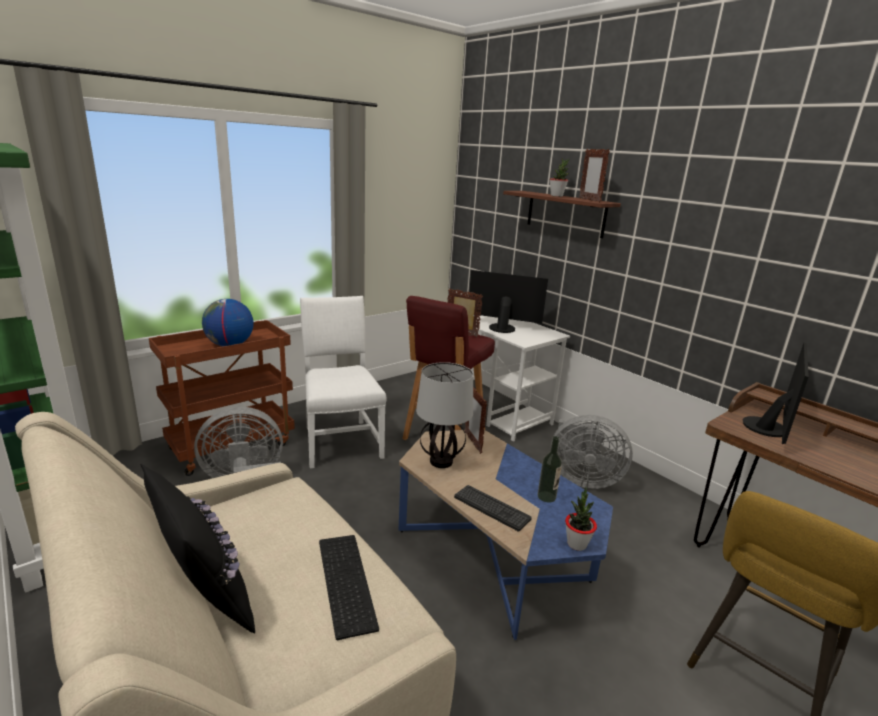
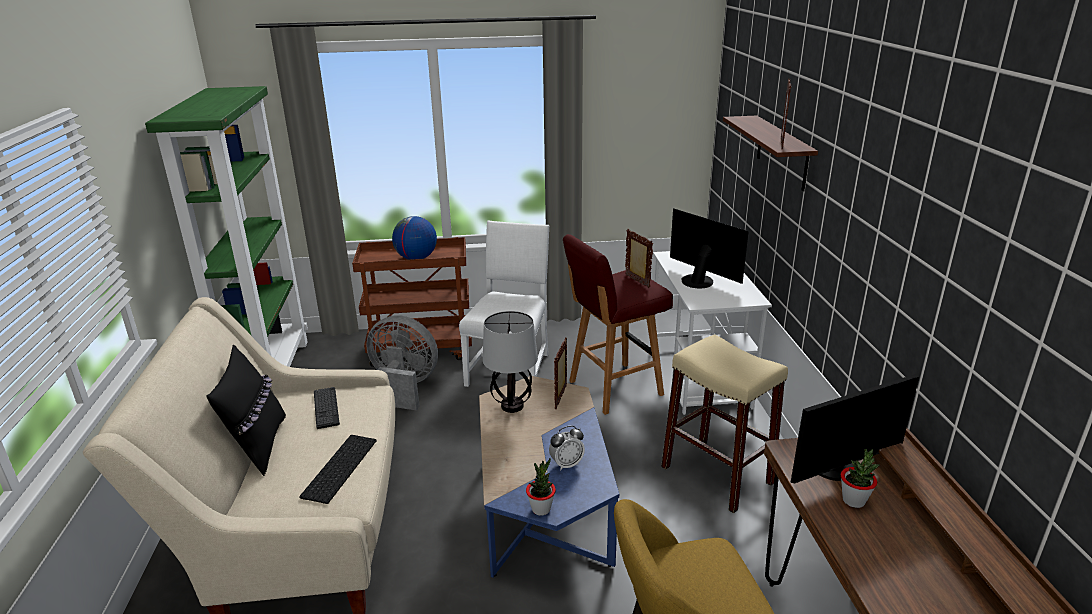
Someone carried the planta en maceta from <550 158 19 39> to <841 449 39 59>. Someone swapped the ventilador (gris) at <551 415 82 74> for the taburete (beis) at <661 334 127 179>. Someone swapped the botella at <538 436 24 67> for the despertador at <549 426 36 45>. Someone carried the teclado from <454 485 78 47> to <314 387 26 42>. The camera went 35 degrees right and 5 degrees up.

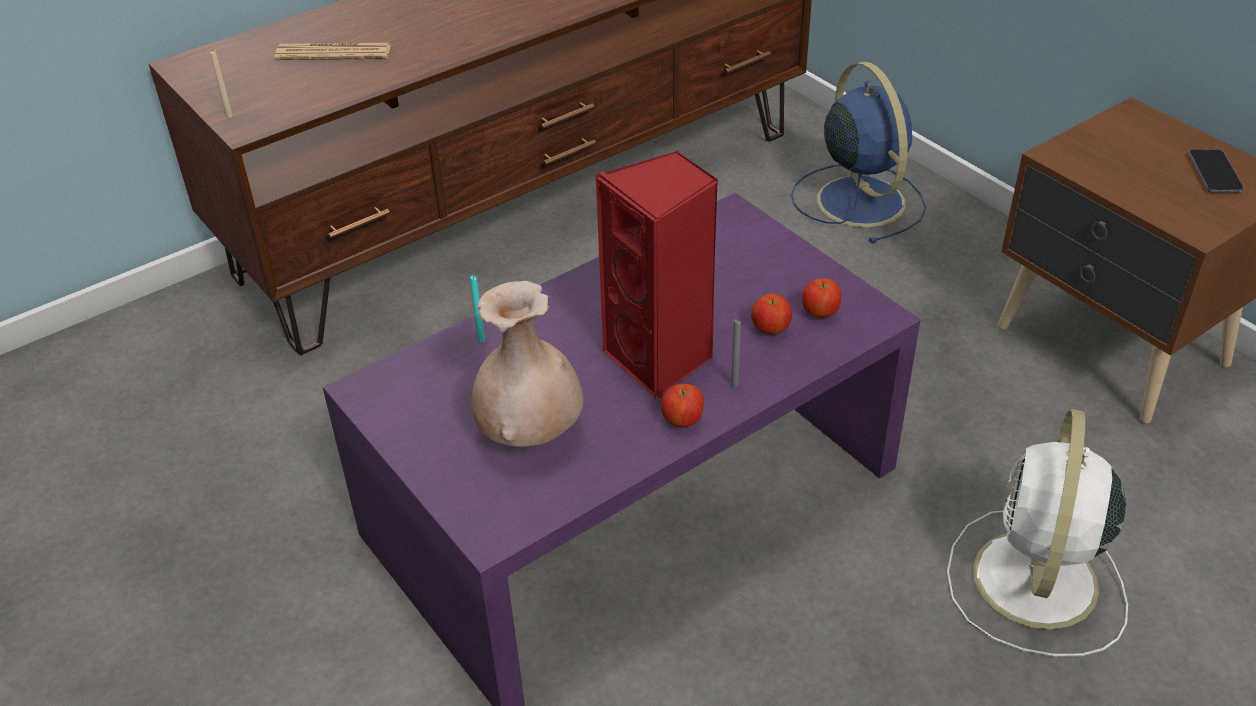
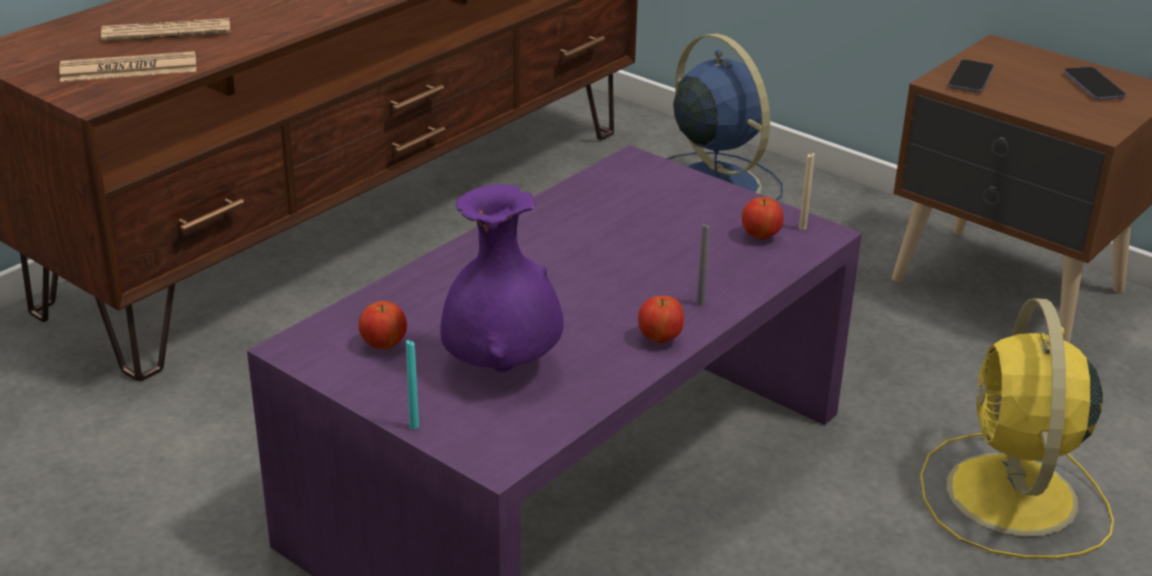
Someone carried the vela (beis) from <210 50 23 68> to <799 153 15 77>. Someone took away the altavoz (rojo) at <595 151 124 249>. Someone carried the vela (turquesa) from <470 276 15 66> to <406 340 13 89>. Someone repainted the florero (beis) at <471 281 113 166>, which became the florero (morado) at <440 184 124 188>. Someone carried the manzana from <751 293 41 42> to <359 301 48 48>. Someone repainted the ventilador (blanco) at <947 409 181 248>, which became the ventilador (amarillo) at <920 298 194 261>. Someone put down the periódico at <59 51 137 31>. Someone put down the móvil at <948 60 46 33>. The camera went 15 degrees left and 10 degrees down.

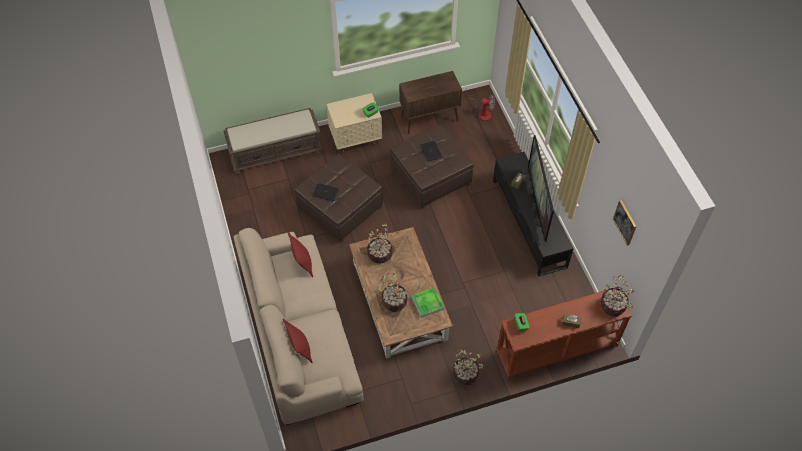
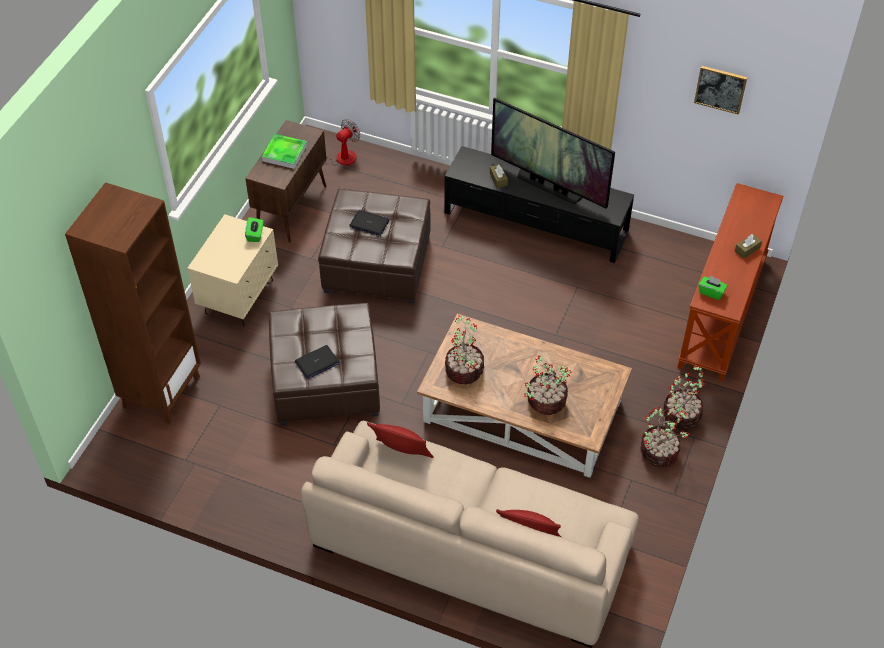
Someone swapped the banco (marrón) at <224 108 99 66> for the estantería (marrón) at <65 182 136 242>. Someone carried the planta en maceta from <601 275 34 42> to <640 407 50 60>. Someone carried the bandeja from <412 287 32 31> to <262 134 45 35>. The camera went 50 degrees left and 5 degrees down.

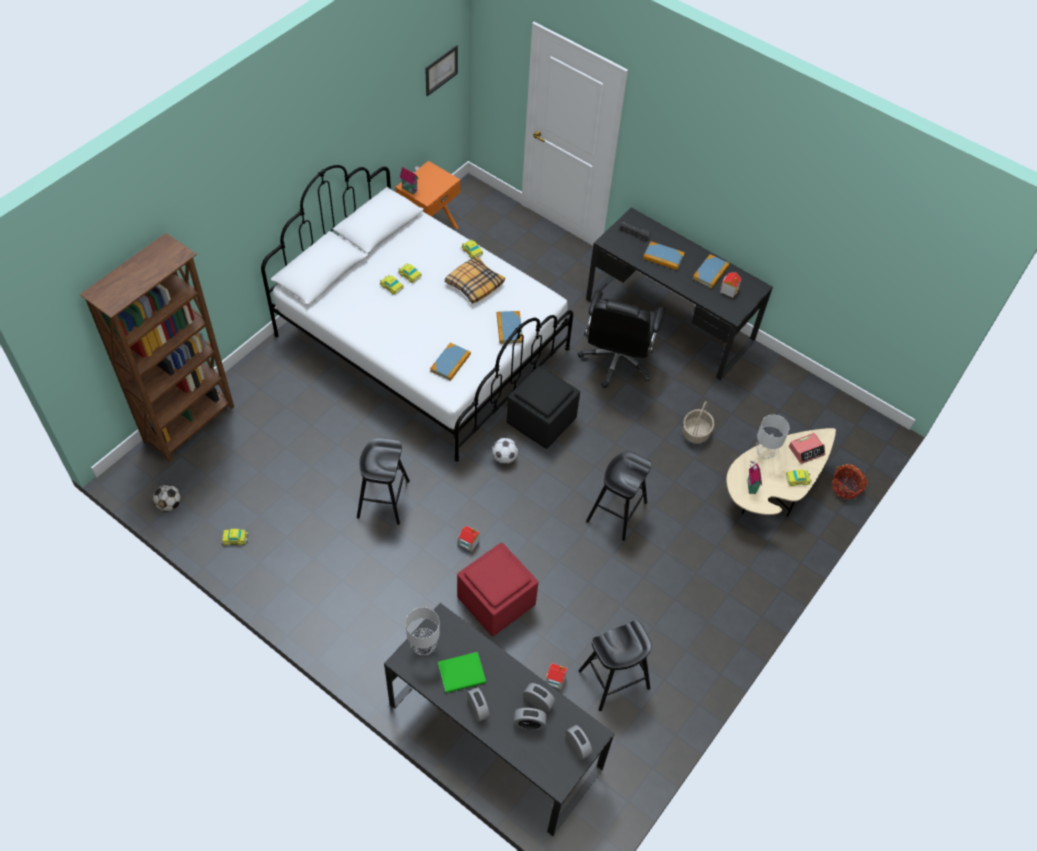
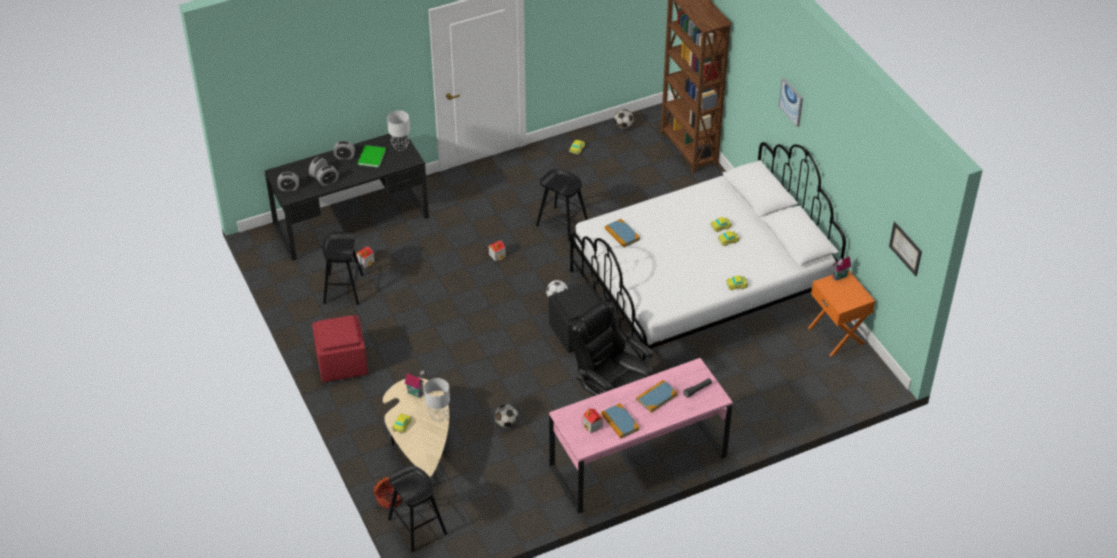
Someone repainted the escritorio (negro) at <586 207 187 174>, which became the escritorio (rosa) at <549 358 184 156>. Someone took away the cojín at <445 256 60 48>. Someone took away the libro at <497 311 25 33>. Someone swapped the cesta at <682 401 32 43> for the balón de fútbol at <495 404 23 24>. Someone took away the despertador at <789 433 36 31>. Someone carried the taburete (negro) from <586 451 66 90> to <388 465 59 87>. Someone carried the puf (rojo) from <457 543 81 93> to <312 315 56 67>. Someone put up the cuadro at <779 78 24 49>. The camera went 120 degrees right and 10 degrees down.

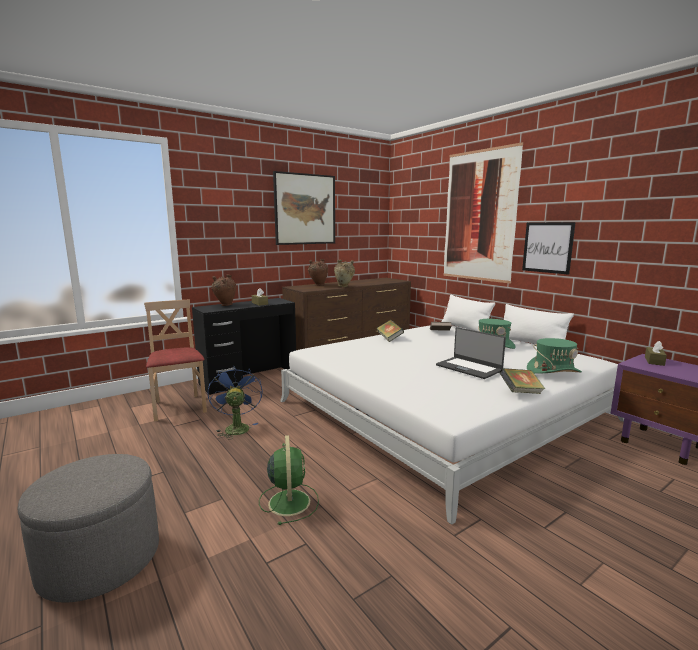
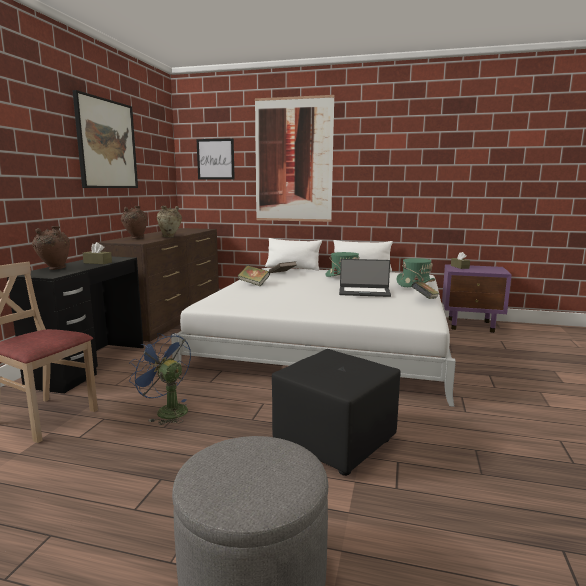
Someone carried the cuadro from <522 222 54 53> to <196 138 39 42>. Someone swapped the ventilador (verde) at <259 435 60 90> for the puf (negro) at <272 349 129 127>. The camera went 40 degrees left and 0 degrees up.

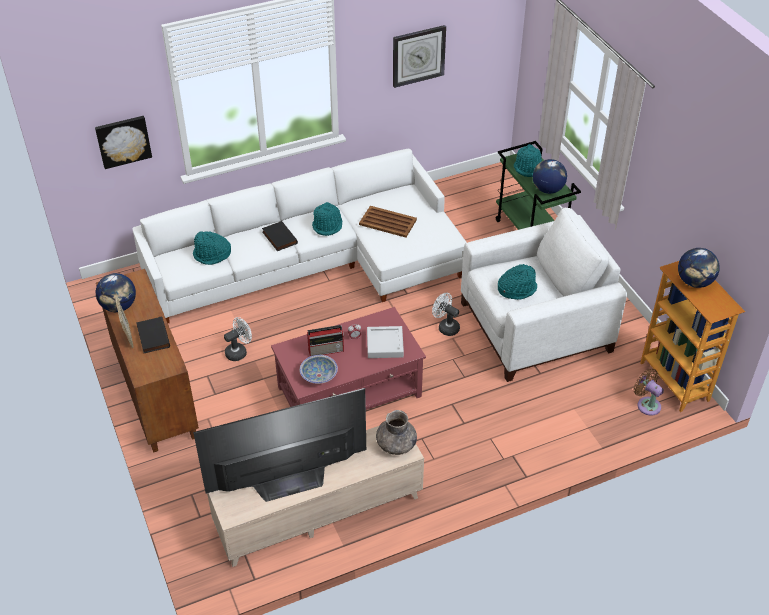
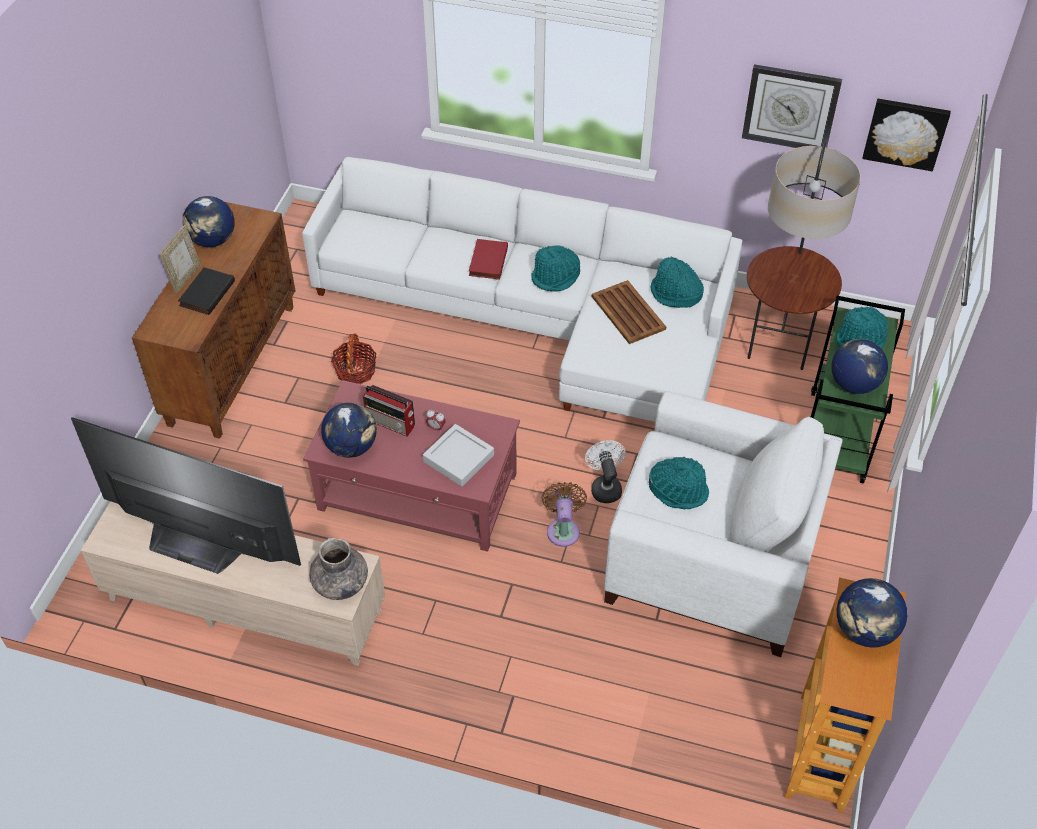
Someone carried the cuadro from <95 116 57 53> to <862 99 89 72>. Someone repainted the libro (negro) at <262 221 36 30>, which became the libro (rojo) at <469 239 39 41>. Someone carried the sombrero (turquesa) from <193 231 38 34> to <651 257 53 51>. Someone swapped the ventilador (blanco) at <224 317 28 44> for the cesta at <331 333 46 51>. Someone swapped the cuenco at <300 355 38 29> for the globo terráqueo at <321 403 56 55>. Someone carried the ventilador (marrón) from <634 369 30 47> to <541 482 46 65>. Someone put down the lámpara de pie at <747 141 114 229>. The camera went 40 degrees right and 5 degrees up.

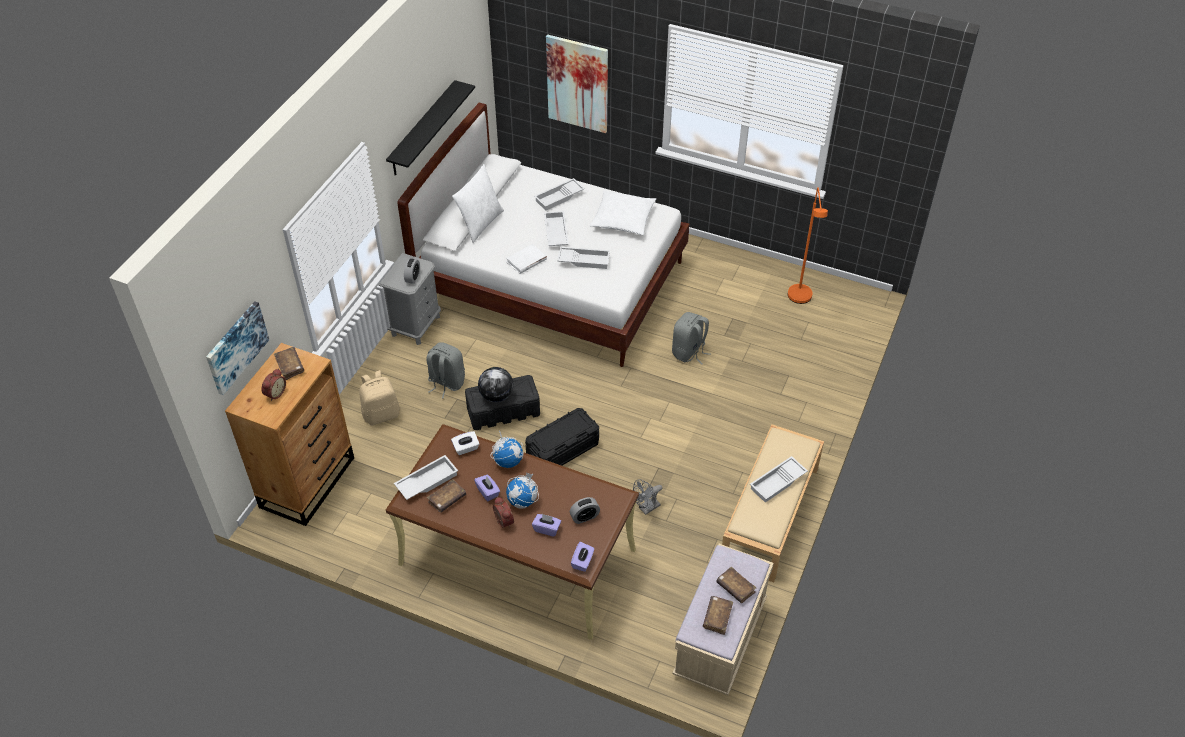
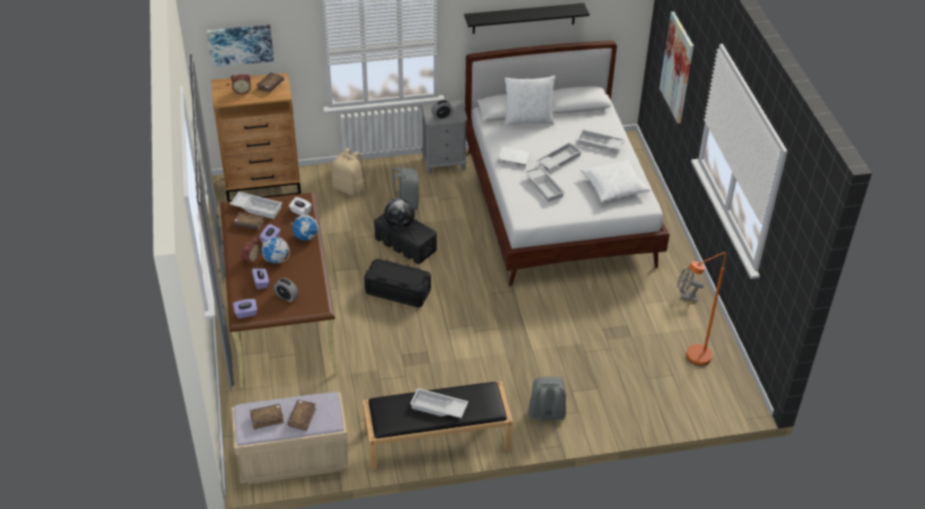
Someone carried the mochila (gris) from <672 312 39 53> to <528 376 38 55>. Someone repainted the banco (beis) at <722 424 102 158>, which became the banco (negro) at <362 381 151 89>. Someone carried the ventilador (gris) from <633 479 29 36> to <677 267 27 35>. The camera went 55 degrees right and 5 degrees down.

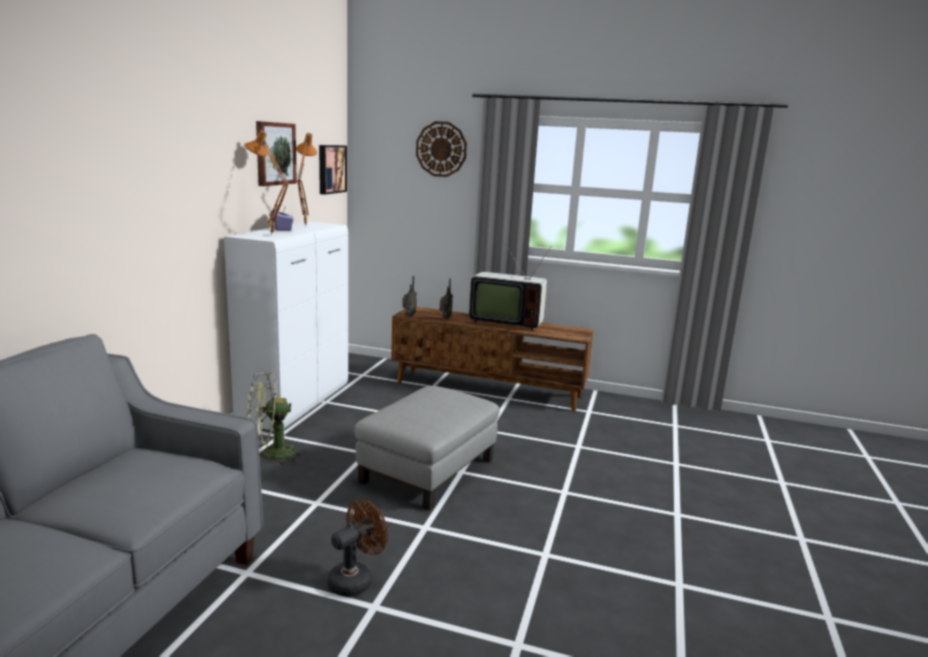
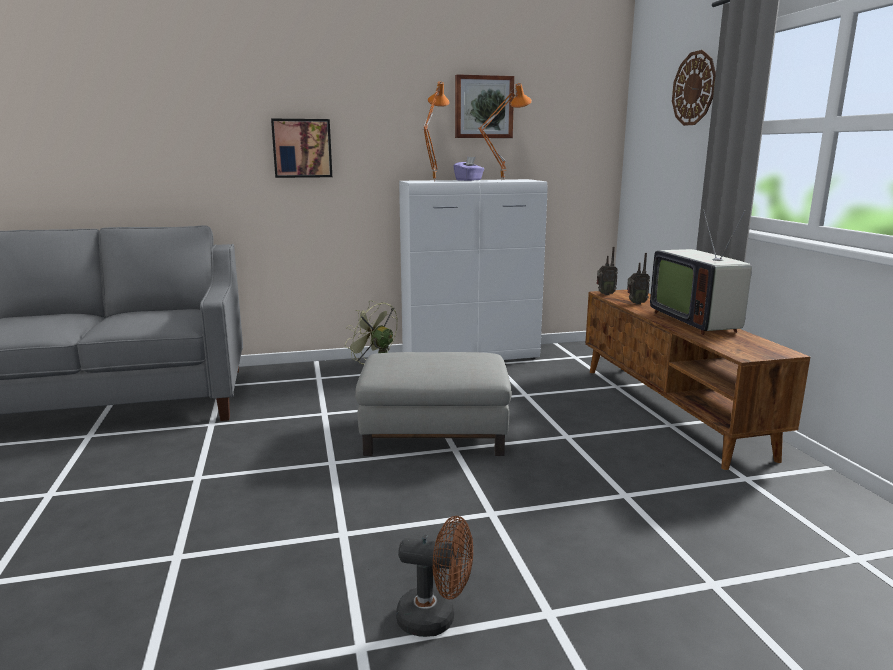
Someone carried the cuadro from <319 145 28 50> to <271 119 61 59>. Someone carried the ventilador (marrón) from <328 499 60 98> to <396 516 77 121>. The camera went 60 degrees right and 0 degrees up.

